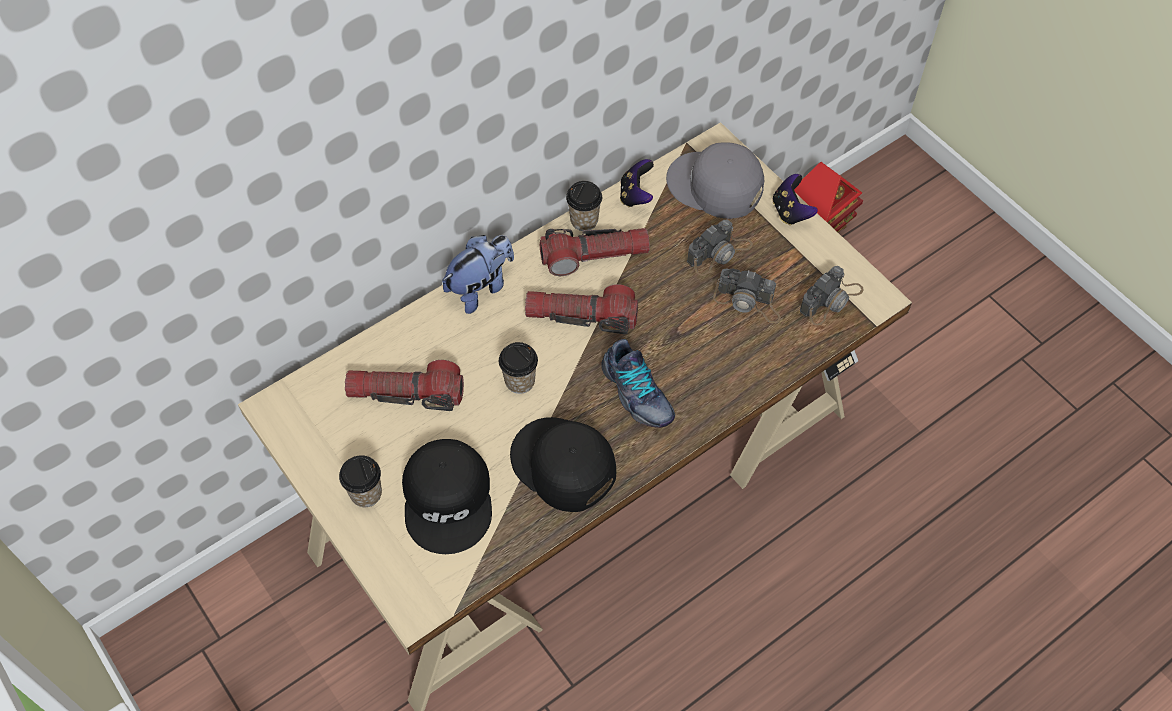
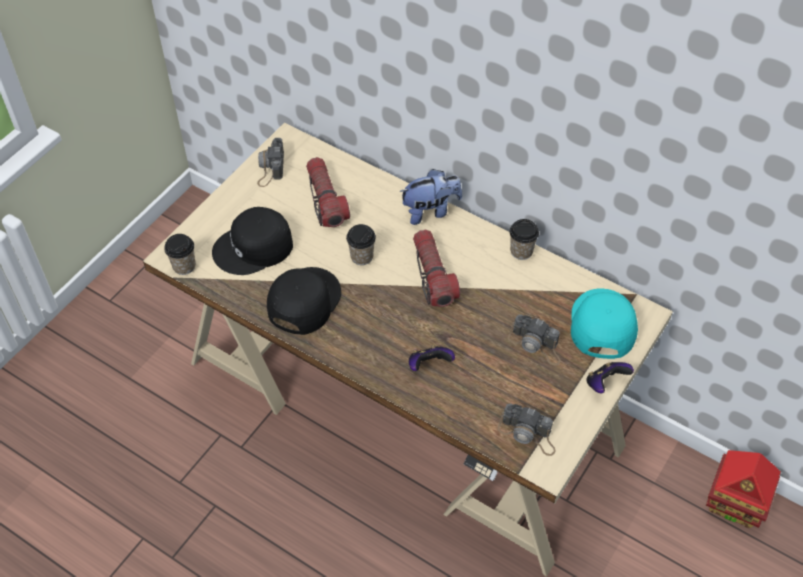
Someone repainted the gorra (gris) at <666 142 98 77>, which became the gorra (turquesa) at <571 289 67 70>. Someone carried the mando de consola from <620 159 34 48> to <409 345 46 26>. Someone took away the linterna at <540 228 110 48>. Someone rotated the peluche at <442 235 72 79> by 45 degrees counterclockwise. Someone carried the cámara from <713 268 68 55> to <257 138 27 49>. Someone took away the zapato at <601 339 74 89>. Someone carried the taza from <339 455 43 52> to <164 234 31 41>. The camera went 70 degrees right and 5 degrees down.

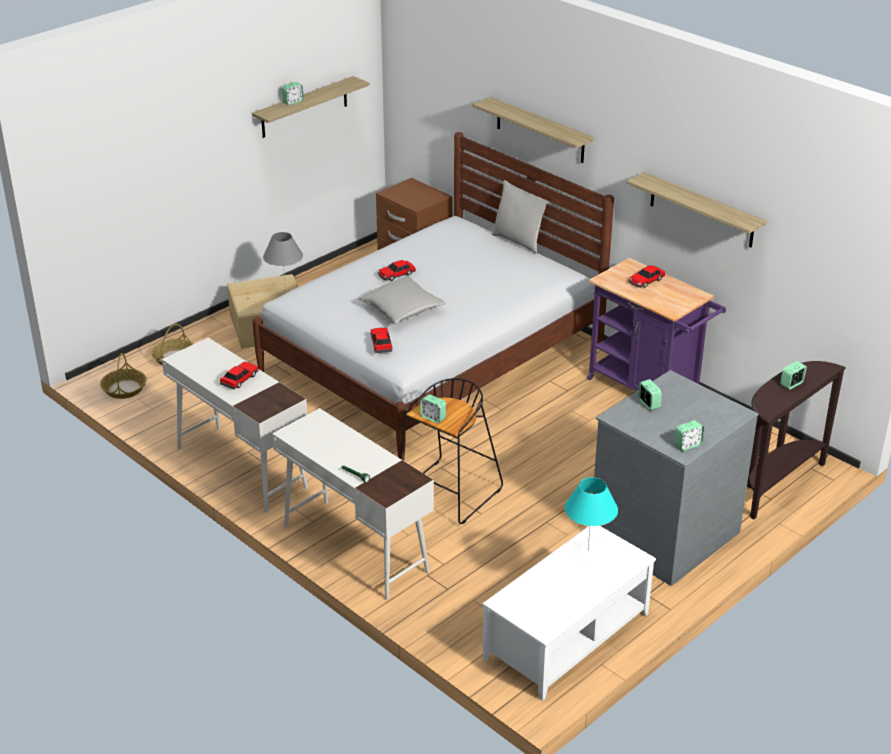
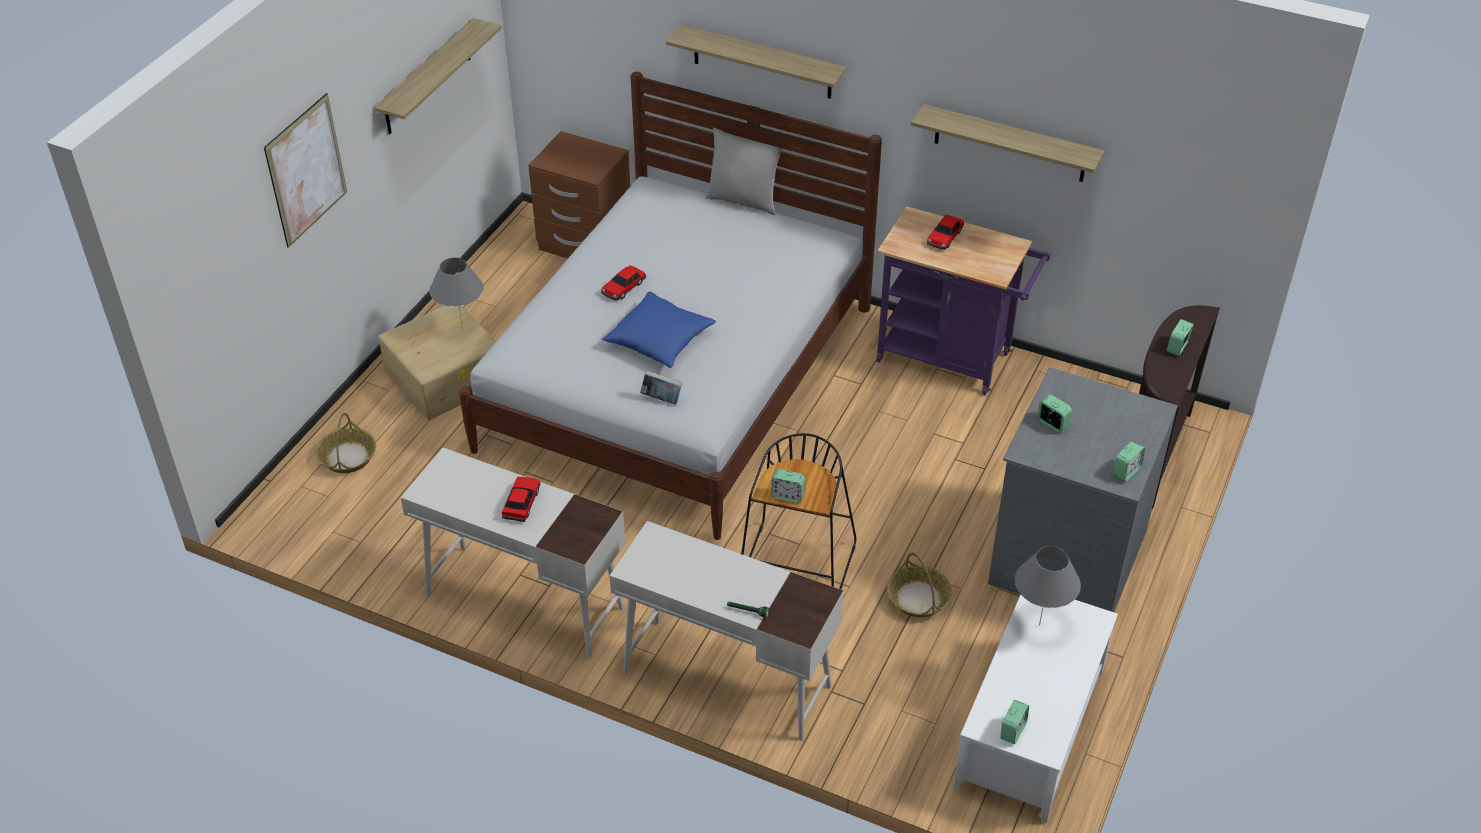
Someone carried the despertador from <281 82 23 23> to <1000 700 29 44>. Someone repainted the cojín (gris) at <358 276 87 48>, which became the cojín (azul) at <602 291 114 77>. Someone swapped the coche de juguete at <371 328 21 25> for the libro at <640 371 42 34>. Someone carried the cesta from <100 353 47 46> to <887 552 65 65>. Someone repainted the lámpara de mesa (turquesa) at <565 477 53 74>, which became the lámpara de mesa (gris) at <1015 546 66 79>. Someone put up the cuadro at <264 93 83 155>. The camera went 20 degrees left and 10 degrees up.

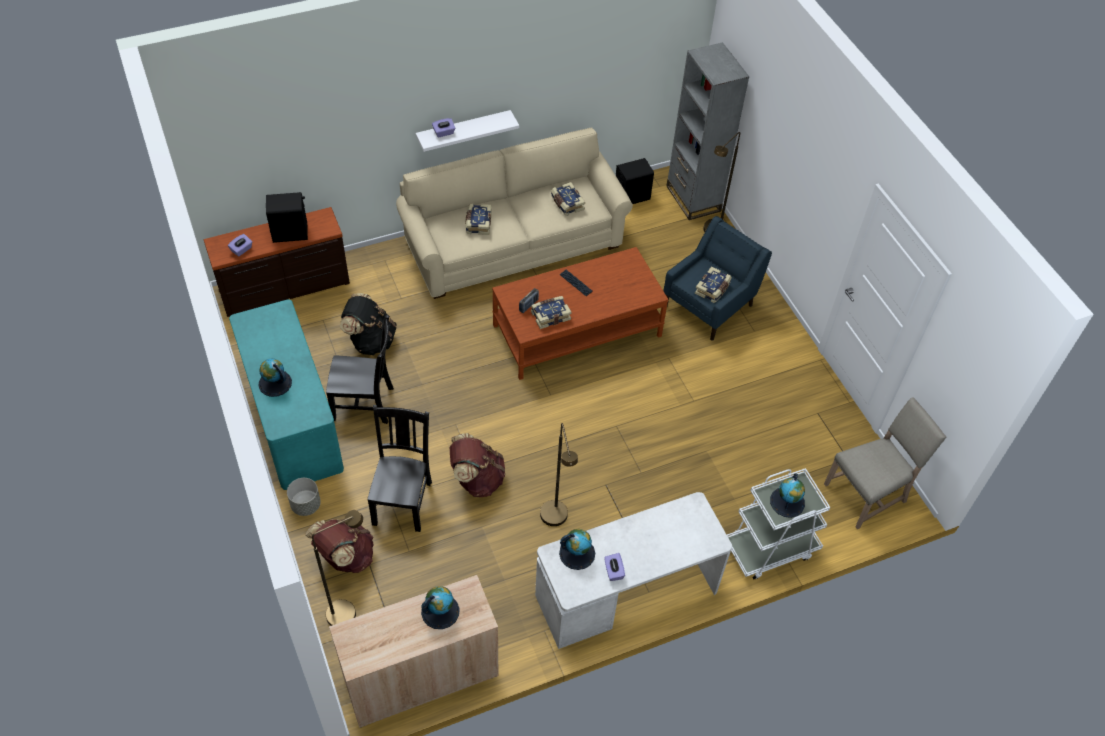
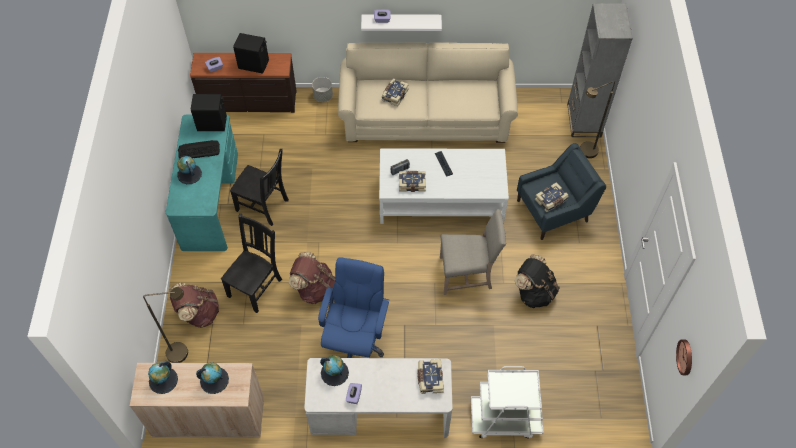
Someone carried the altavoz (negro) from <616 158 38 46> to <191 94 36 37>. Someone carried the libro from <551 182 34 34> to <417 359 27 35>. Someone repainted the mesa de centro (marrón) at <492 247 177 133>, which became the mesa de centro (blanco) at <379 148 130 76>. Someone carried the mochila (negro) from <340 293 57 62> to <515 254 45 54>. Someone carried the silla (beis) from <824 397 123 132> to <440 209 66 86>. Someone swapped the lámpara de pie (marrón) at <540 423 38 103> for the silla de oficina (azul) at <318 258 71 100>. Someone carried the globo terráqueo from <770 473 35 45> to <148 361 30 33>. Someone carried the maceta (gris) from <287 478 34 38> to <312 77 21 25>. Someone put down the teclado at <178 140 42 19>. Someone put up the reloj de pared at <676 340 16 35>. The camera went 25 degrees right and 5 degrees up.

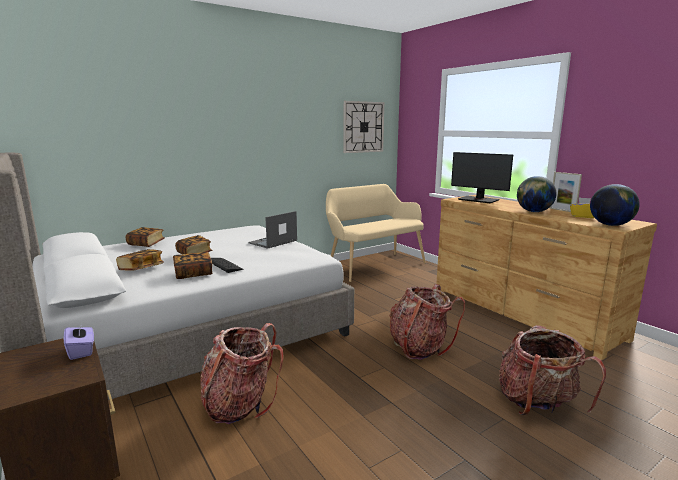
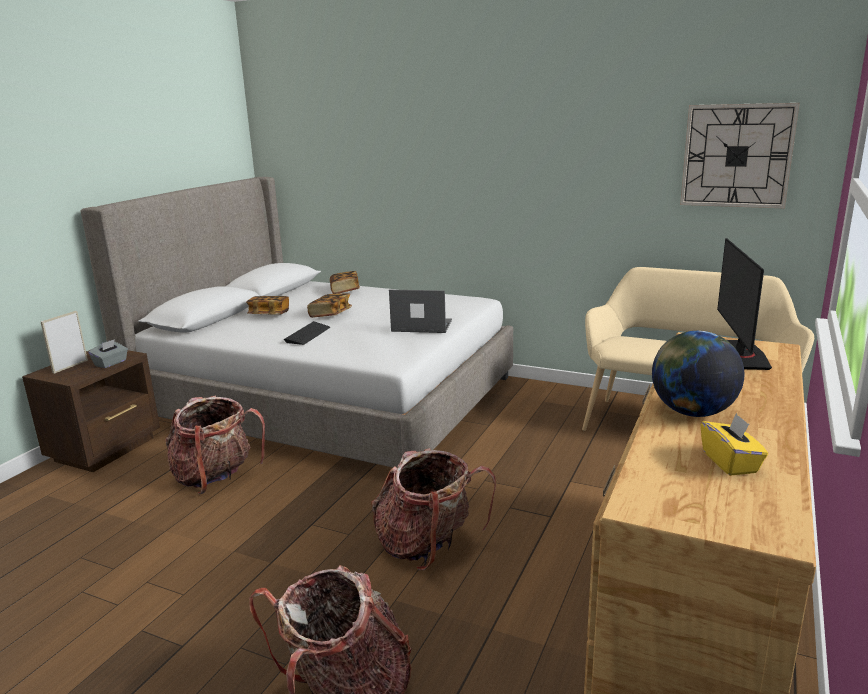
Someone carried the portarretratos from <550 172 32 40> to <41 311 47 63>. Someone took away the globo terráqueo at <590 184 50 42>. Someone took away the libro at <173 252 39 27>. Someone repainted the caja de pañuelos (morado) at <64 323 30 37>, which became the caja de pañuelos (gris) at <88 339 40 29>. The camera went 60 degrees right and 5 degrees up.

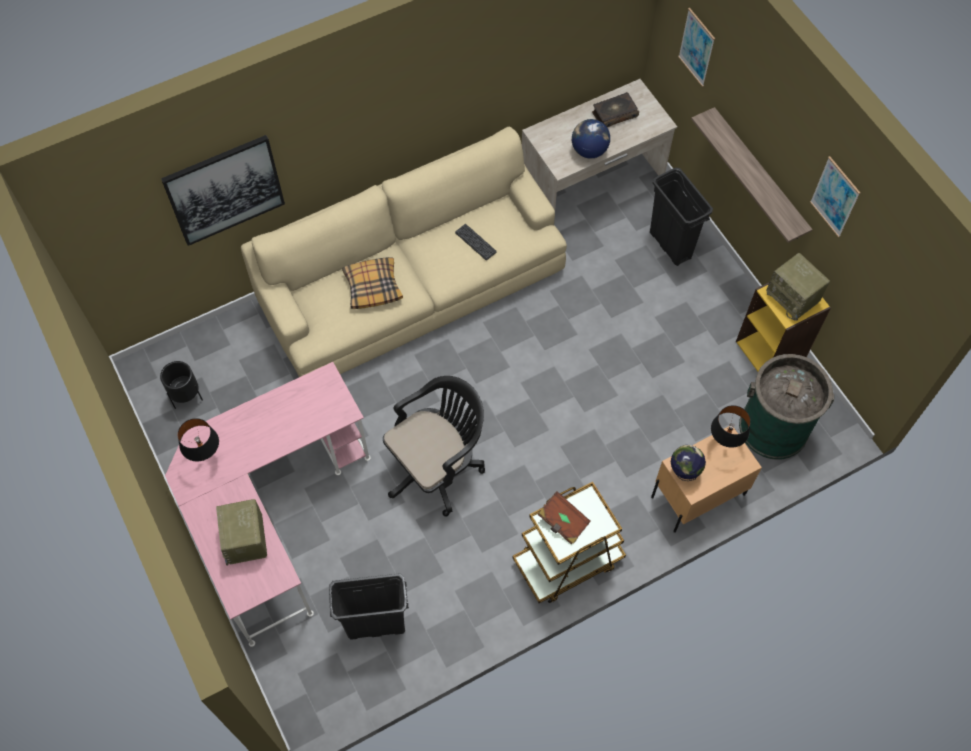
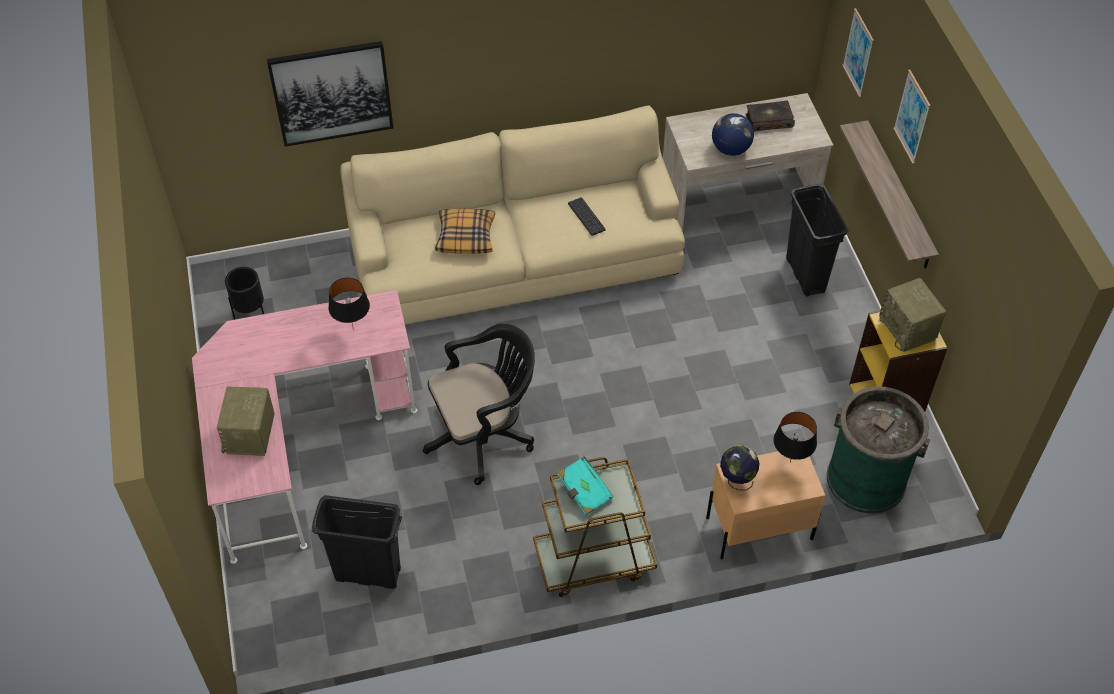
Someone carried the cuadro from <810 156 50 82> to <893 70 38 94>. Someone carried the lámpara de mesa (negro) from <178 418 41 44> to <328 278 42 52>. Someone repainted the libro (marrón) at <538 491 53 53>, which became the libro (turquesa) at <557 456 57 59>. The camera went 15 degrees right and 10 degrees down.

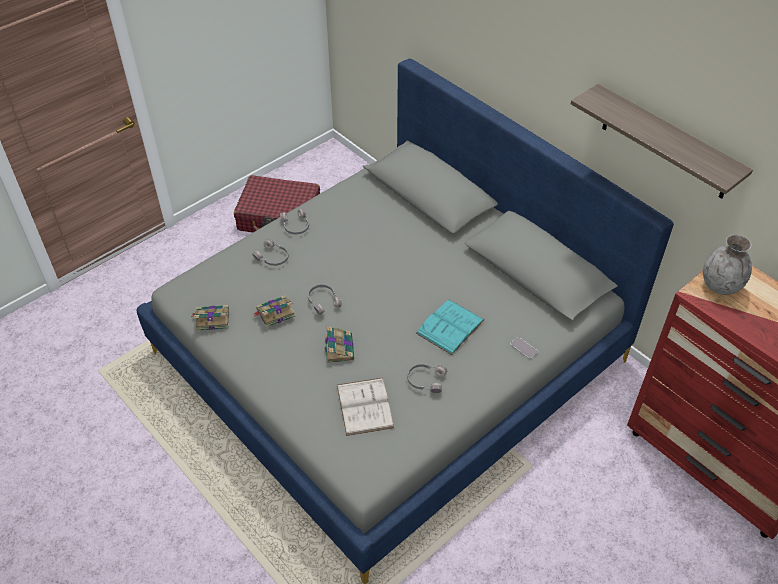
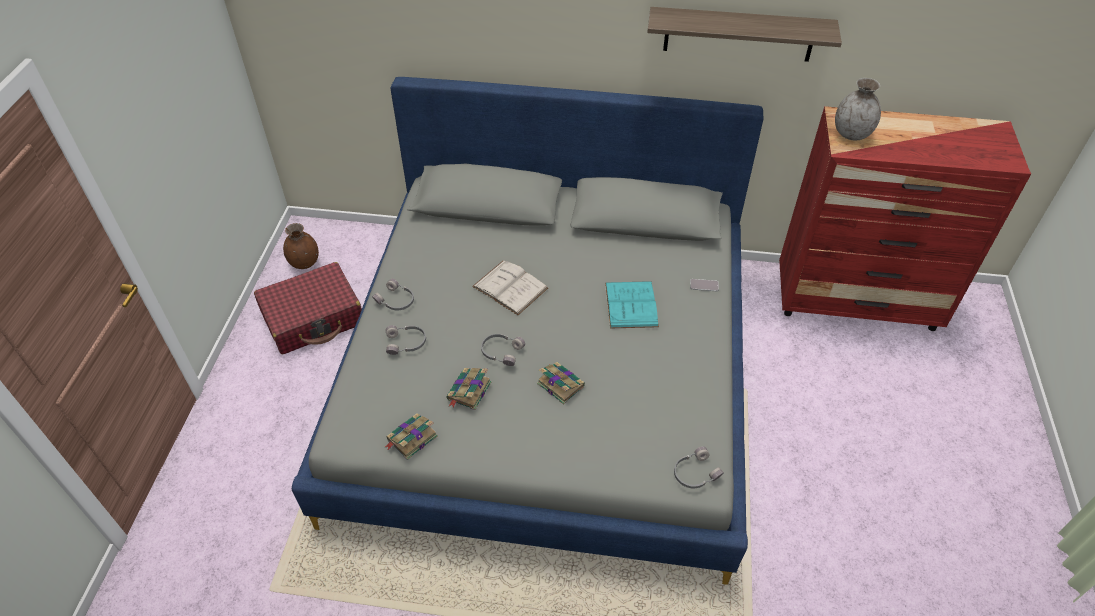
Someone carried the auriculares (gris) from <407 364 40 29> to <674 446 50 42>. Someone carried the libro (blanco) from <337 378 57 58> to <472 261 76 54>. Someone put down the florero (marrón) at <283 223 36 46>. The camera went 40 degrees left and 0 degrees up.

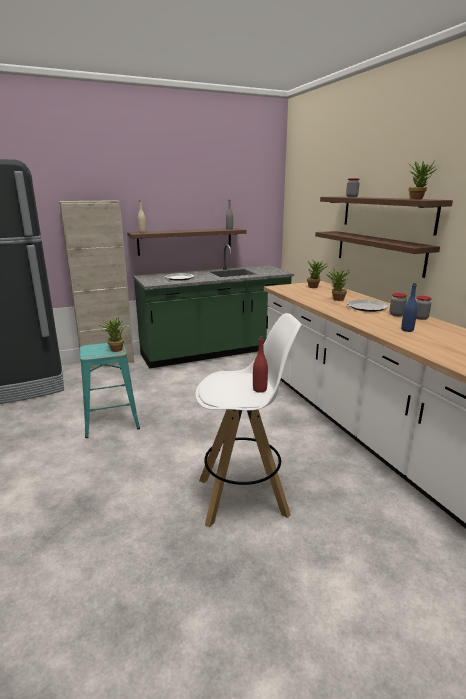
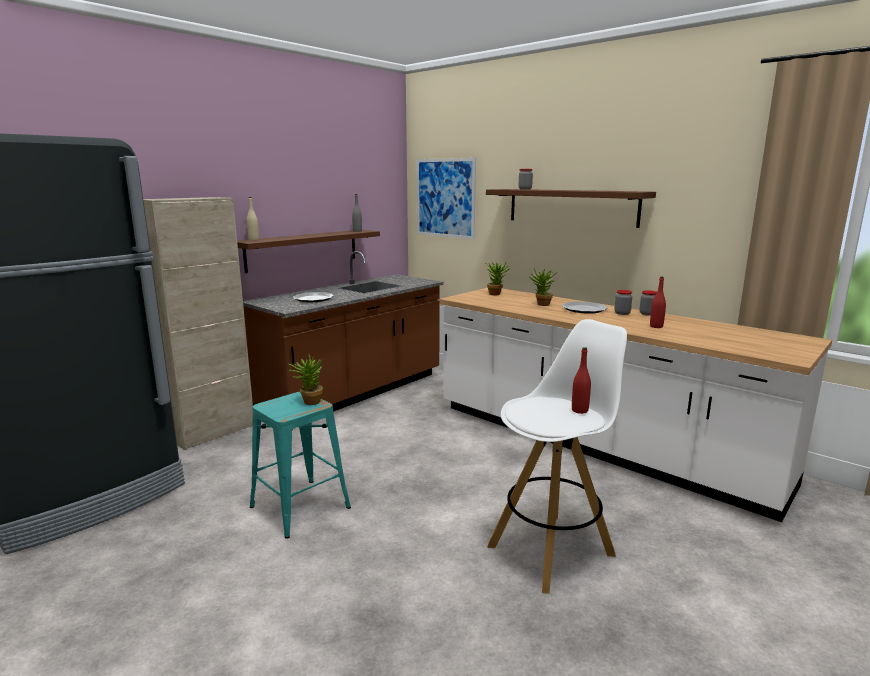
Someone took away the planta en maceta at <409 160 27 39>. Someone took away the estante (marrón) at <315 231 125 47>. Someone repainted the mueble bajo de cocina (verde) at <133 244 161 125>, which became the mueble bajo de cocina (marrón) at <243 251 201 161>. Someone repainted the botella (azul) at <401 283 16 49>, which became the botella (rojo) at <650 277 16 51>. Someone put up the cuadro at <417 158 59 81>. The camera went 25 degrees left and 5 degrees down.

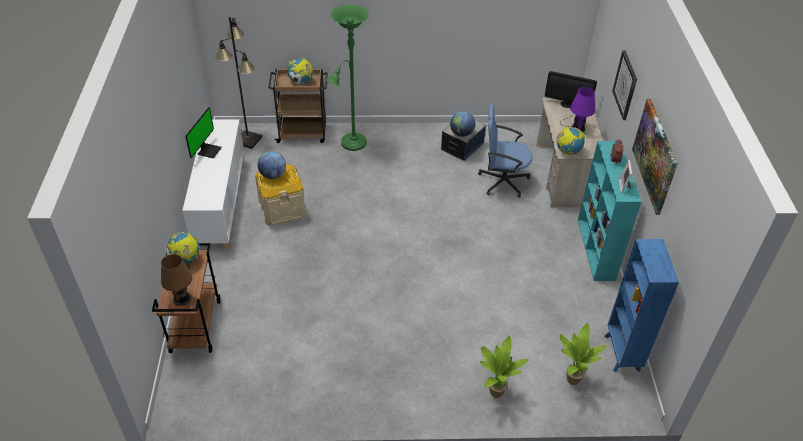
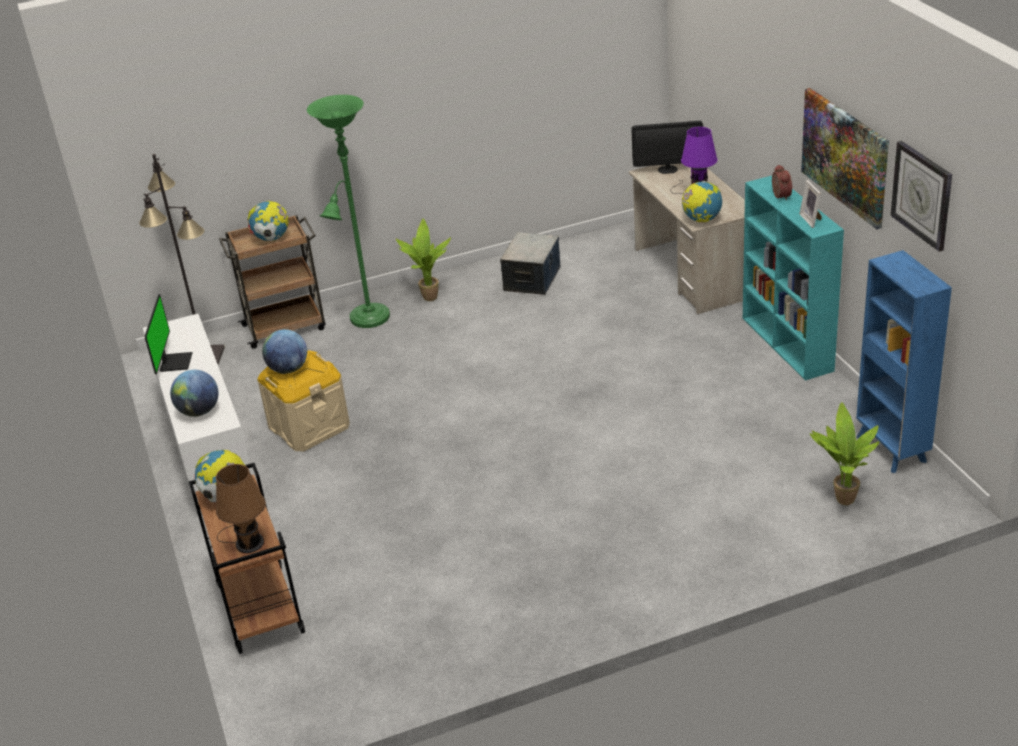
Someone carried the reloj de pared from <612 50 25 70> to <891 141 61 111>. Someone took away the silla de oficina (azul) at <478 104 55 94>. Someone carried the globo terráqueo from <450 111 26 26> to <170 370 49 47>. Someone carried the planta en maceta from <480 335 48 63> to <396 219 55 82>. The camera went 15 degrees left and 10 degrees down.

